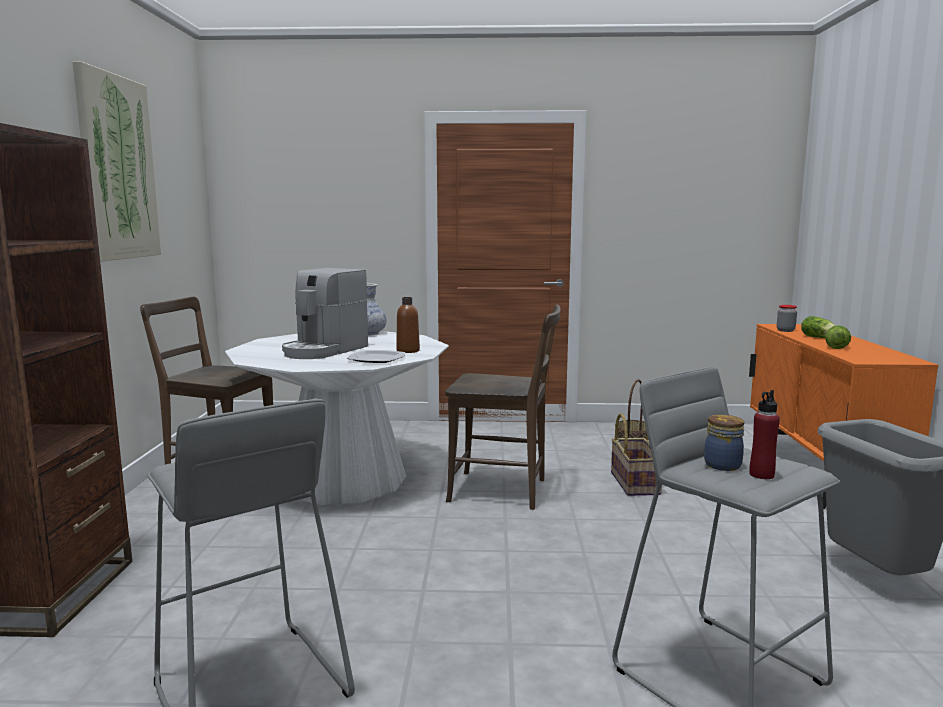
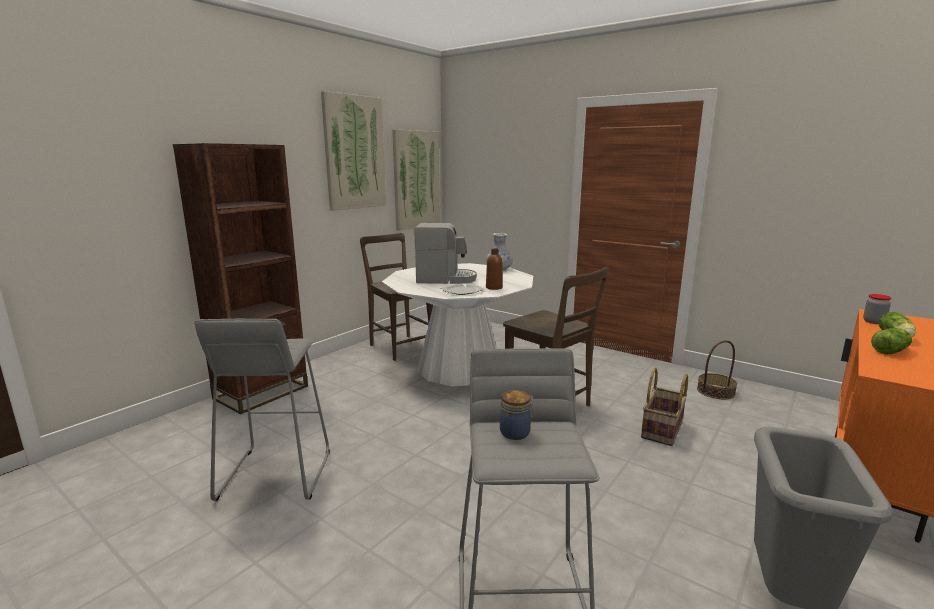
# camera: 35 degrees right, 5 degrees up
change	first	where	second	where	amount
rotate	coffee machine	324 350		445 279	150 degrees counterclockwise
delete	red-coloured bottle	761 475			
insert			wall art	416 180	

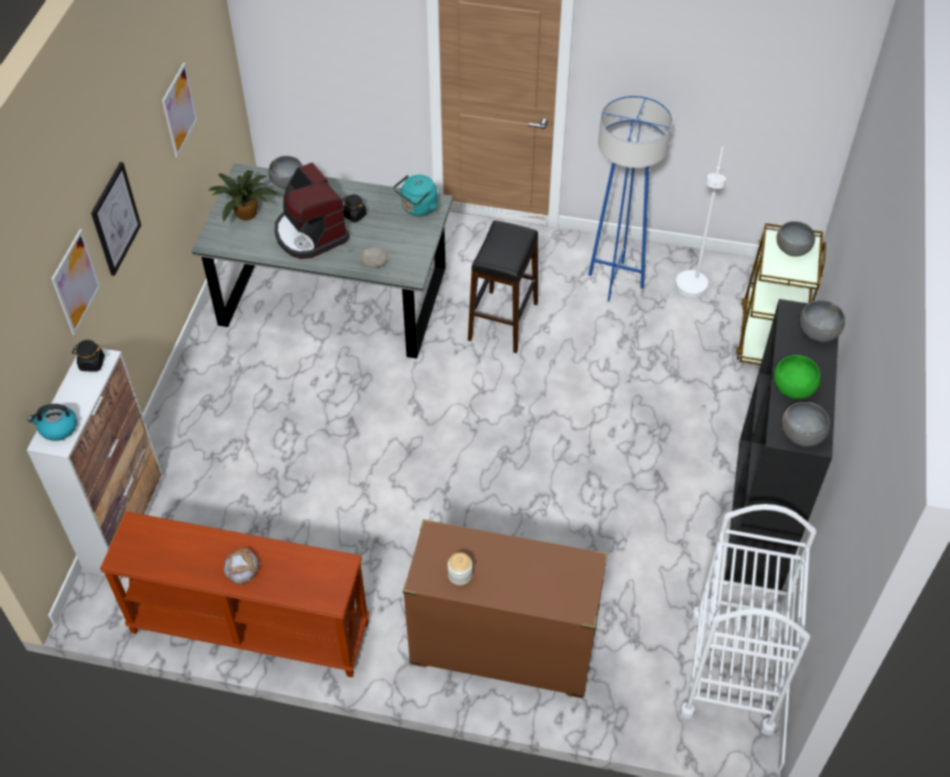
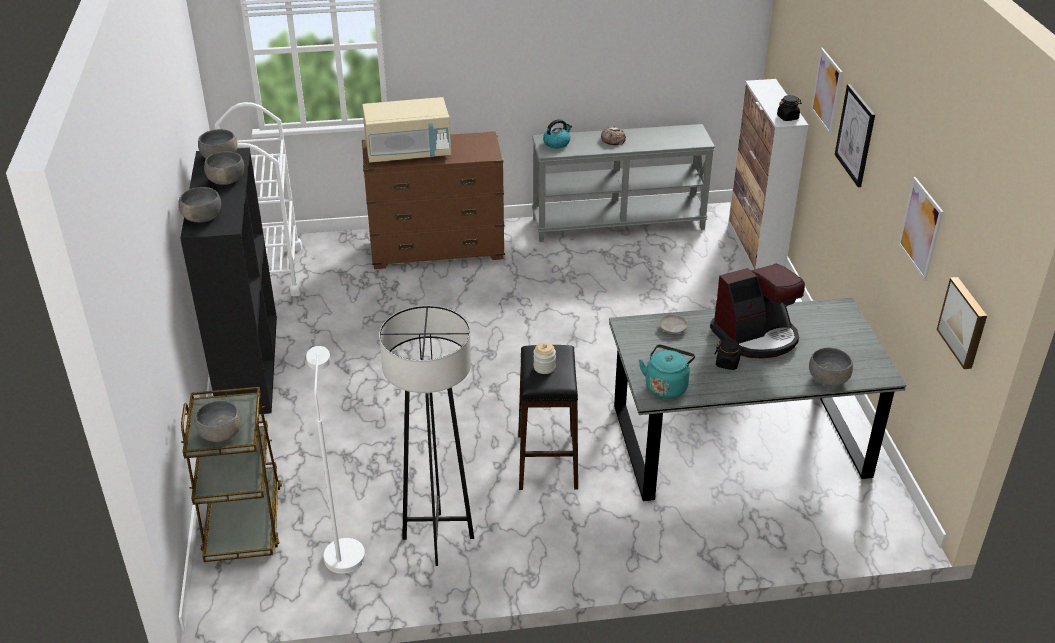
# camera: 160 degrees right, 15 degrees down
change	first	where	second	where	amount
recolor	bluish standard lamp	615 281	gray standard lamp	438 538	
rotate	coffee machine	310 234		756 336	120 degrees clockwise
delete	houseplant	246 212			
recolor	greenish deep dish	793 387	gray deep dish	226 180	
move	tea kettle	58 428		557 143	
recolor	brown-coloured narrow table	249 629	gray narrow table	618 223	
move	jar	460 575		544 367	
insert			beige microwave oven	408 152	
insert			wall art	964 322	

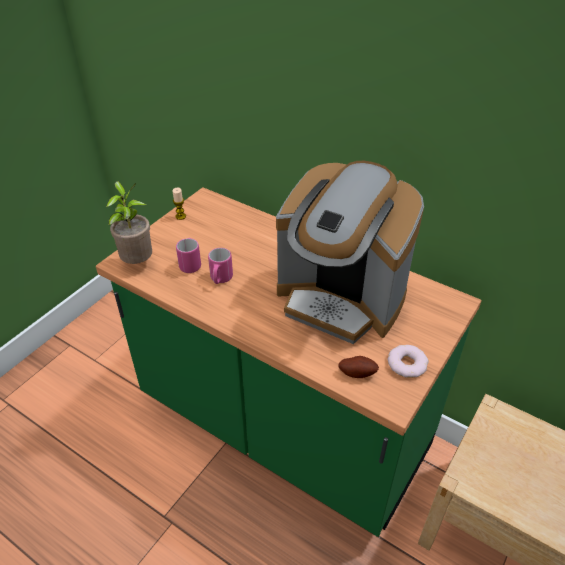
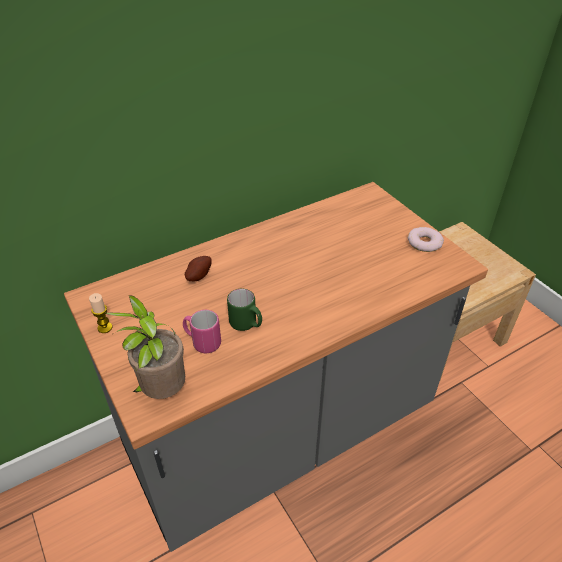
# camera: 65 degrees left, 0 degrees up
change	first	where	second	where	amount
delete	coffee machine	341 299			
recolor	greenish kitchen counter	282 426	gray kitchen counter	281 432	
recolor	pink-coloured coffee mug	220 279	greenish coffee mug	246 324	
move	potato	357 373		198 275	

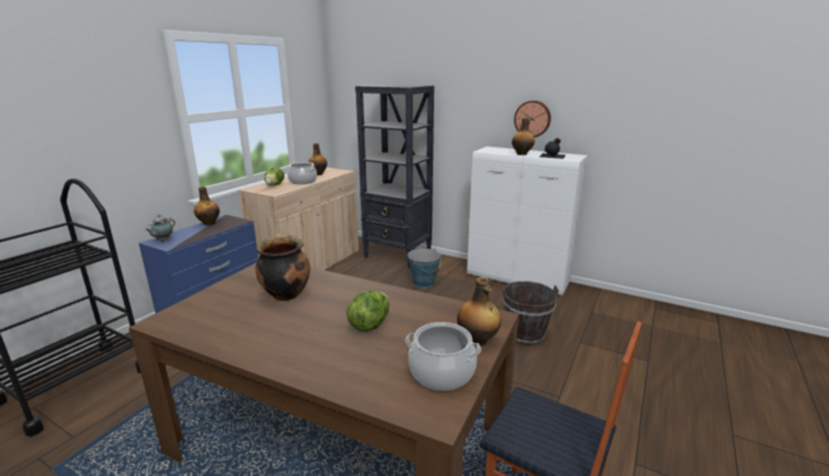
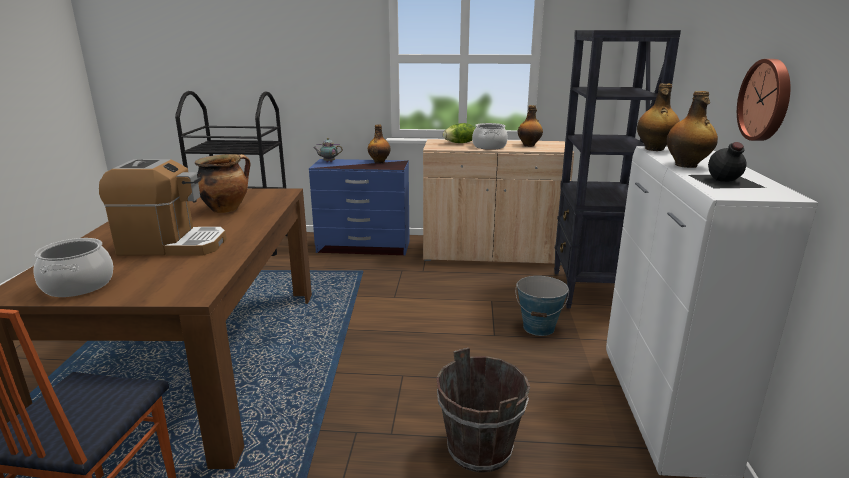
# camera: 65 degrees right, 0 degrees up
change	first	where	second	where	amount
move	bottle	477 341		654 149	
replace	head of lettuce	370 324	coffee machine	172 245	

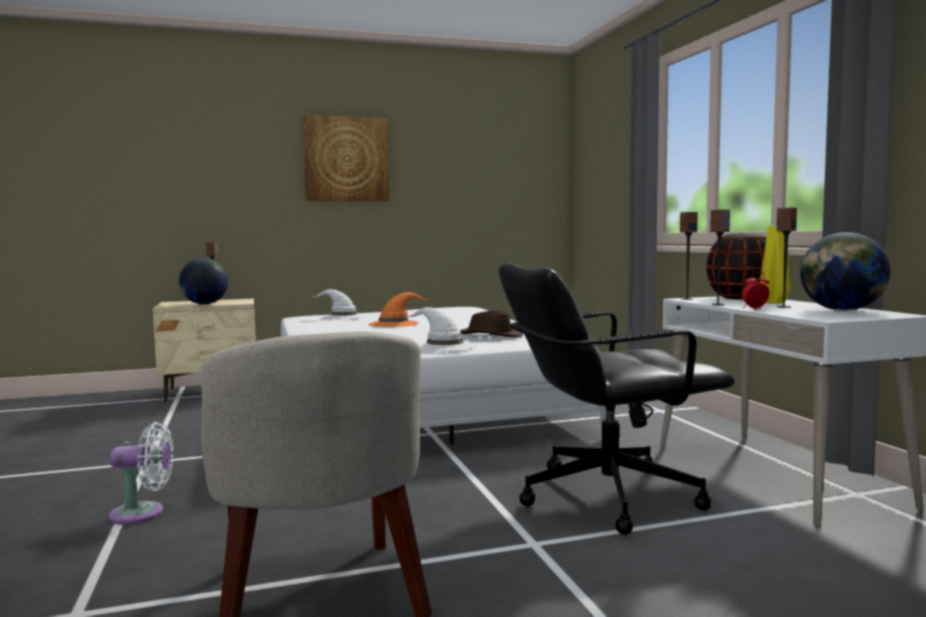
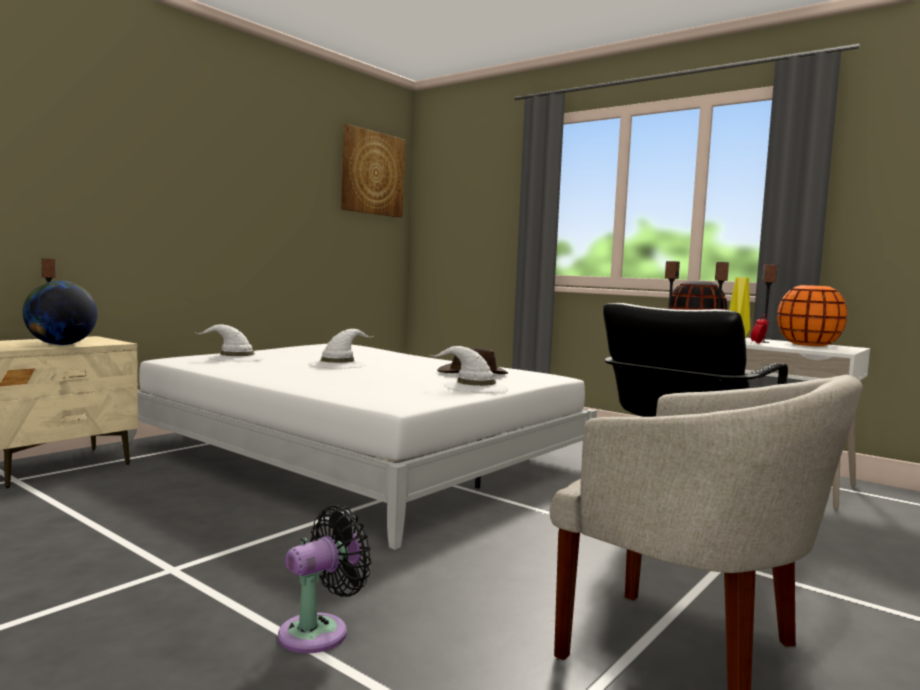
# camera: 35 degrees left, 0 degrees up
change	first	where	second	where	amount
move	wall art	346 159		372 173	
replace	world globe	842 310	orange-coloured vase	808 344	
recolor	orange-coloured clothing hat	394 323	white clothing hat	338 364	
recolor	white fan	143 514	black fan	320 631	

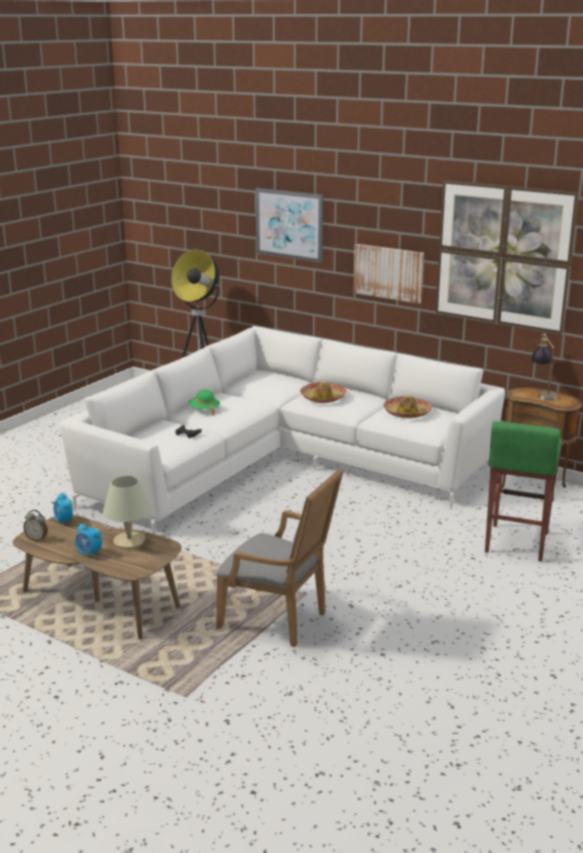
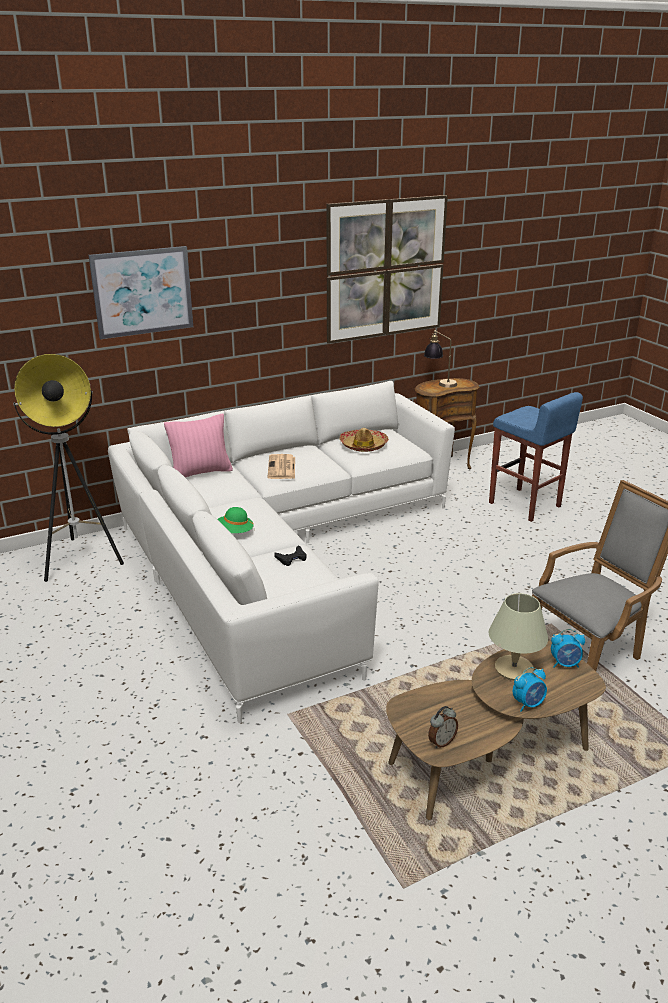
# camera: 60 degrees left, 5 degrees up
change	first	where	second	where	amount
delete	wall art	388 272			
replace	clothing hat	323 398	newspaper	282 468	
recolor	greenish stool	515 543	bluish stool	525 505	
move	alarm clock	64 521		565 664	
insert			pink-coloured throw pillow	201 472	

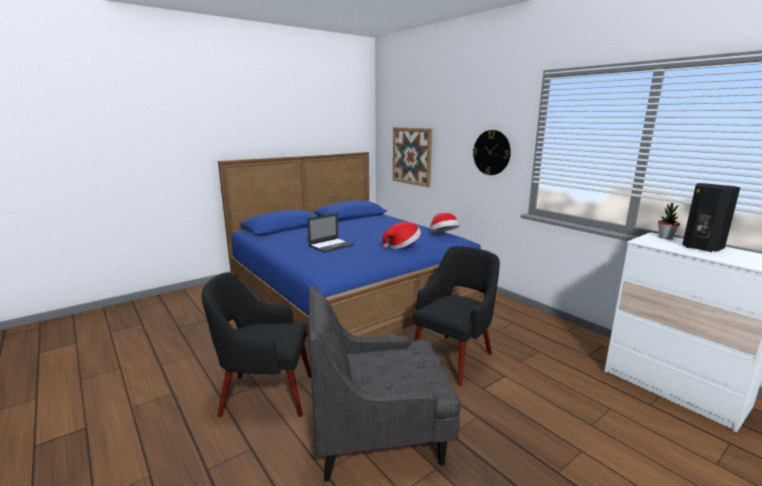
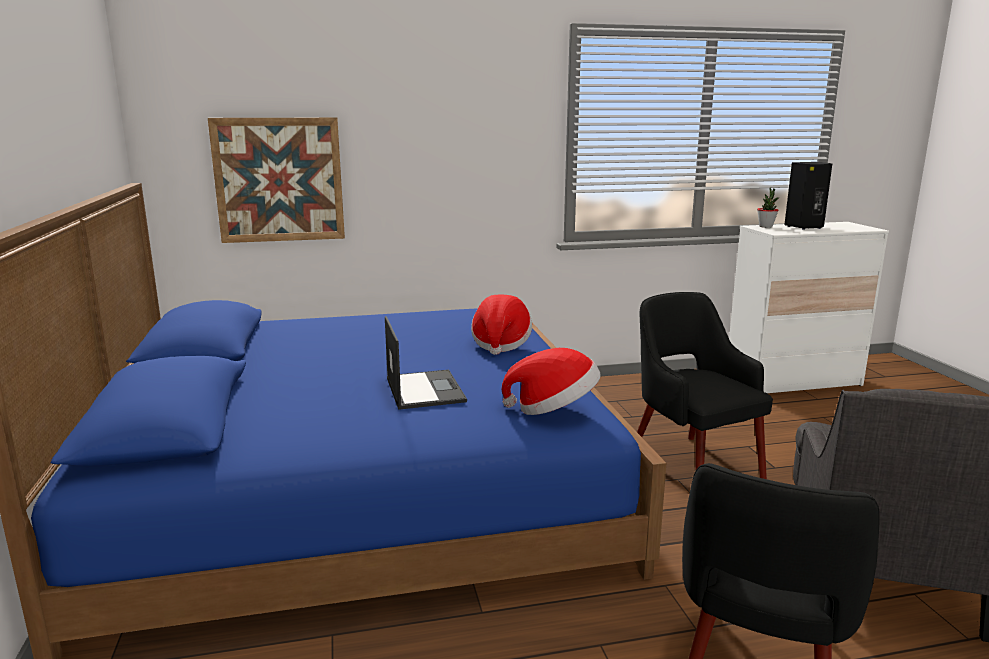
# camera: 65 degrees left, 0 degrees up
change	first	where	second	where	amount
delete	wall clock	491 152			
move	clothing hat	443 235		554 409	

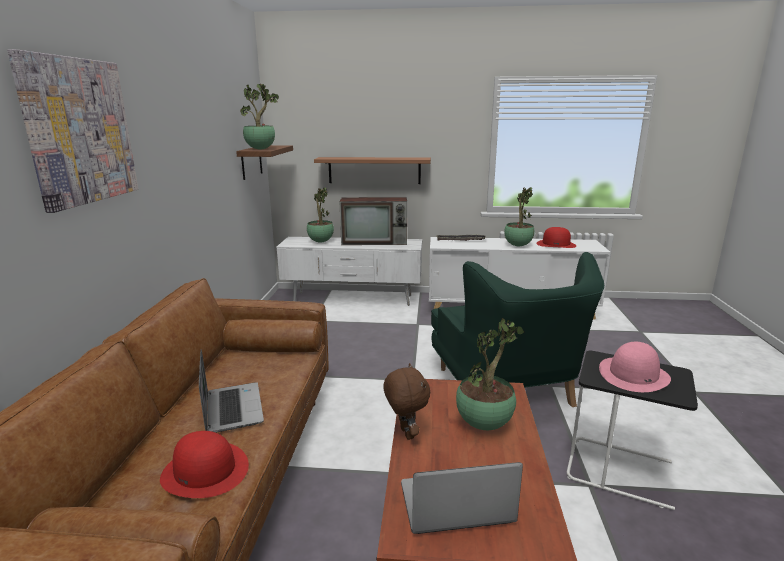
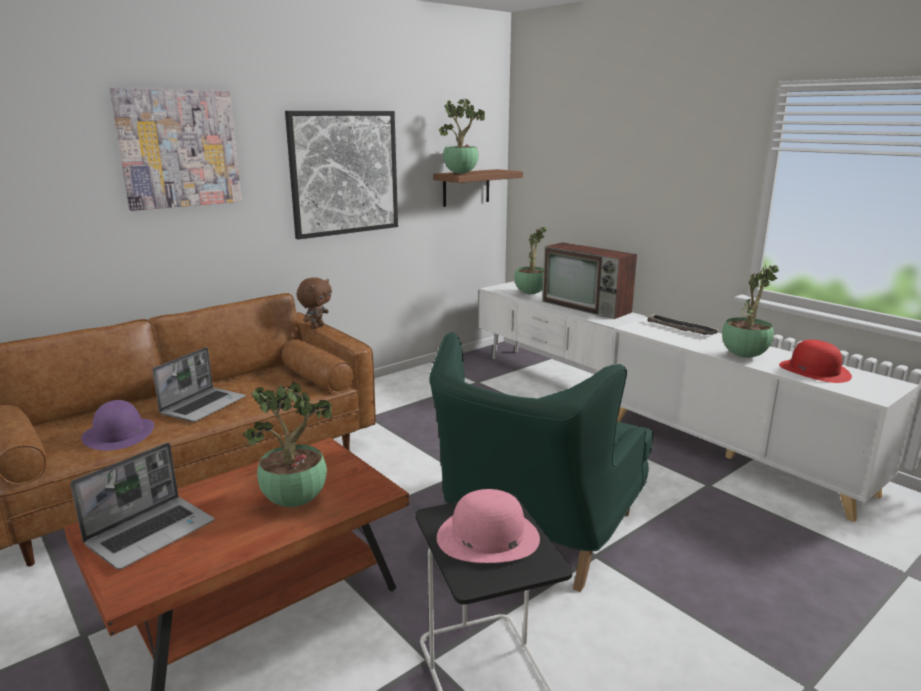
# camera: 45 degrees right, 0 degrees up
change	first	where	second	where	amount
delete	bracket shelf	374 170			
move	brown-coloured soft toy	405 433		316 327	
recolor	red-coloured clothing hat	205 471	purple-coloured clothing hat	119 434	
rotate	notebook computer	454 505		152 532	90 degrees clockwise
insert			wall art	344 173	

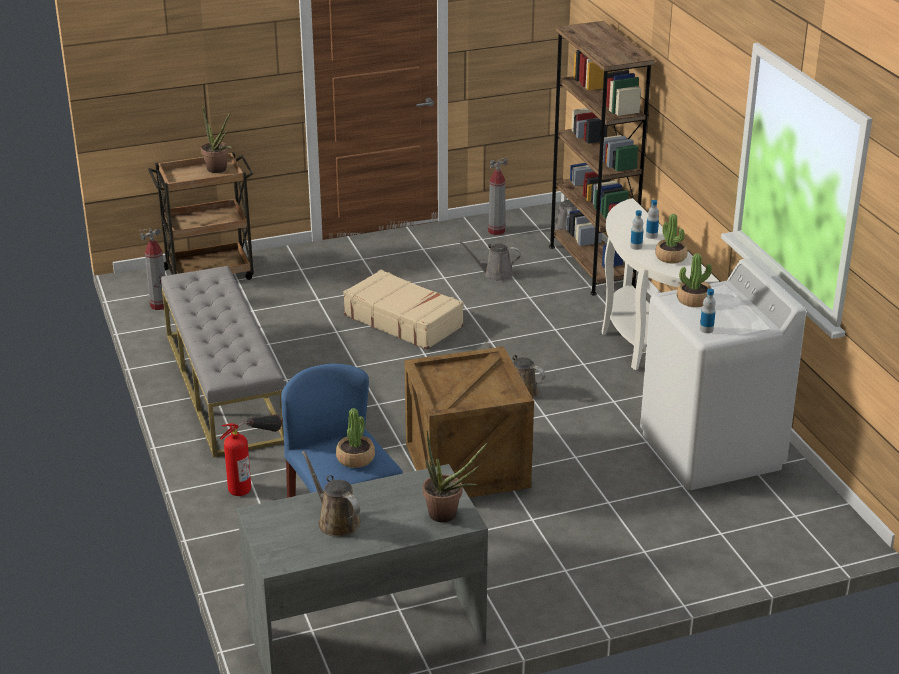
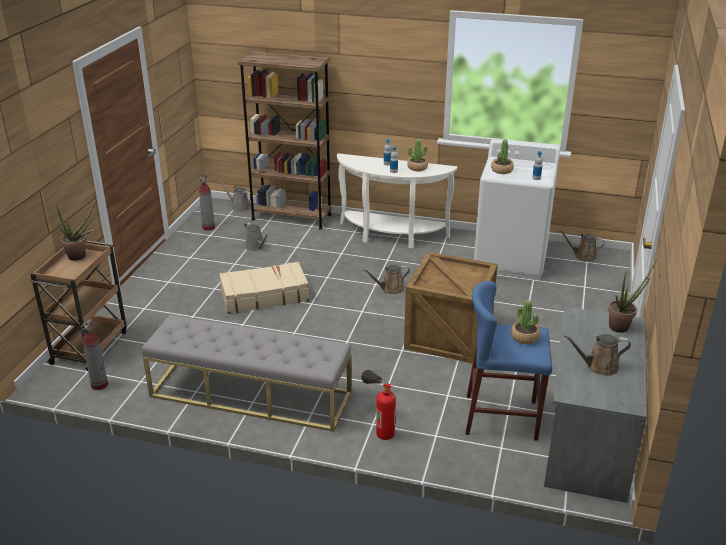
# camera: 55 degrees left, 0 degrees up
change	first	where	second	where	amount
rotate	gray sprinkling can	495 274		256 247	75 degrees counterclockwise
insert			brown-coloured sprinkling can	583 256	

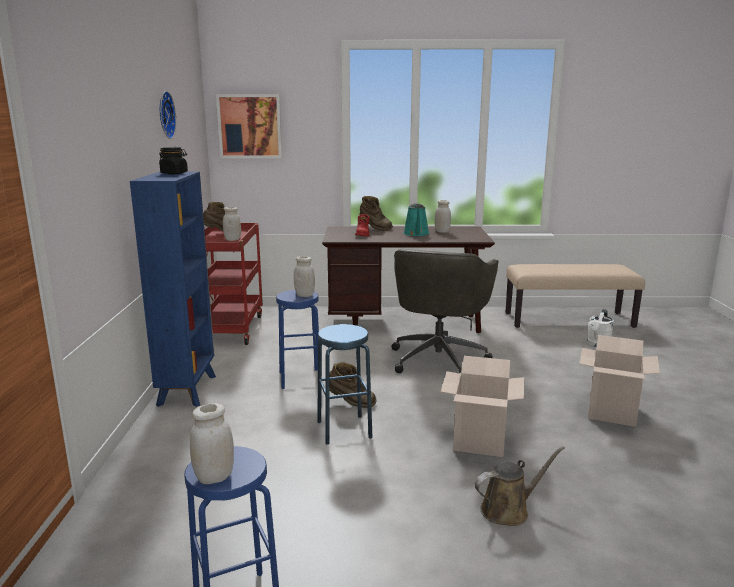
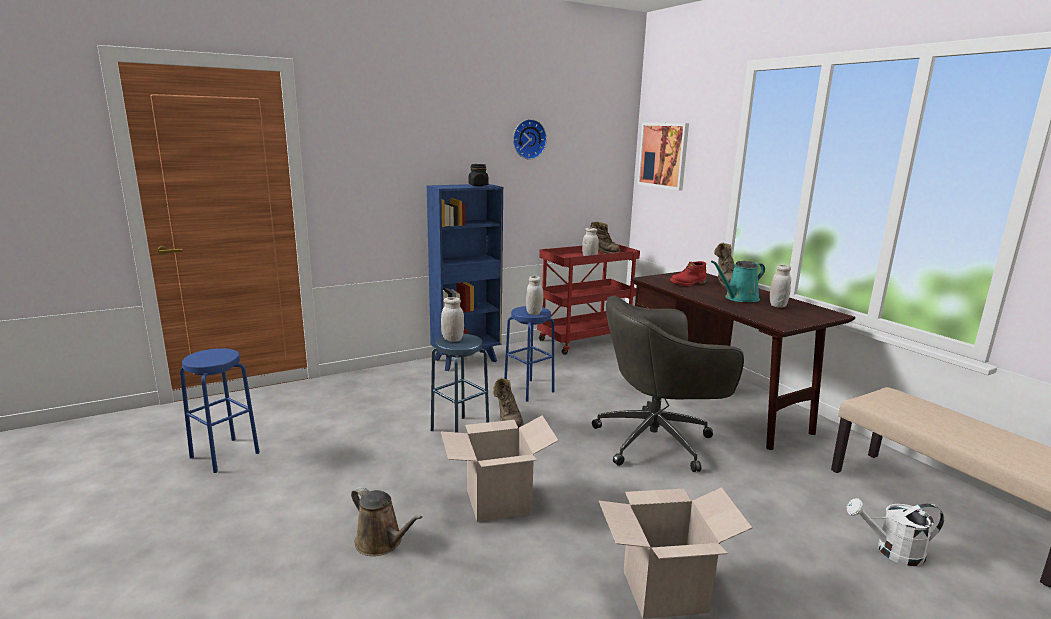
# camera: 60 degrees right, 0 degrees up
change	first	where	second	where	amount
move	white jar	214 477		452 339	

